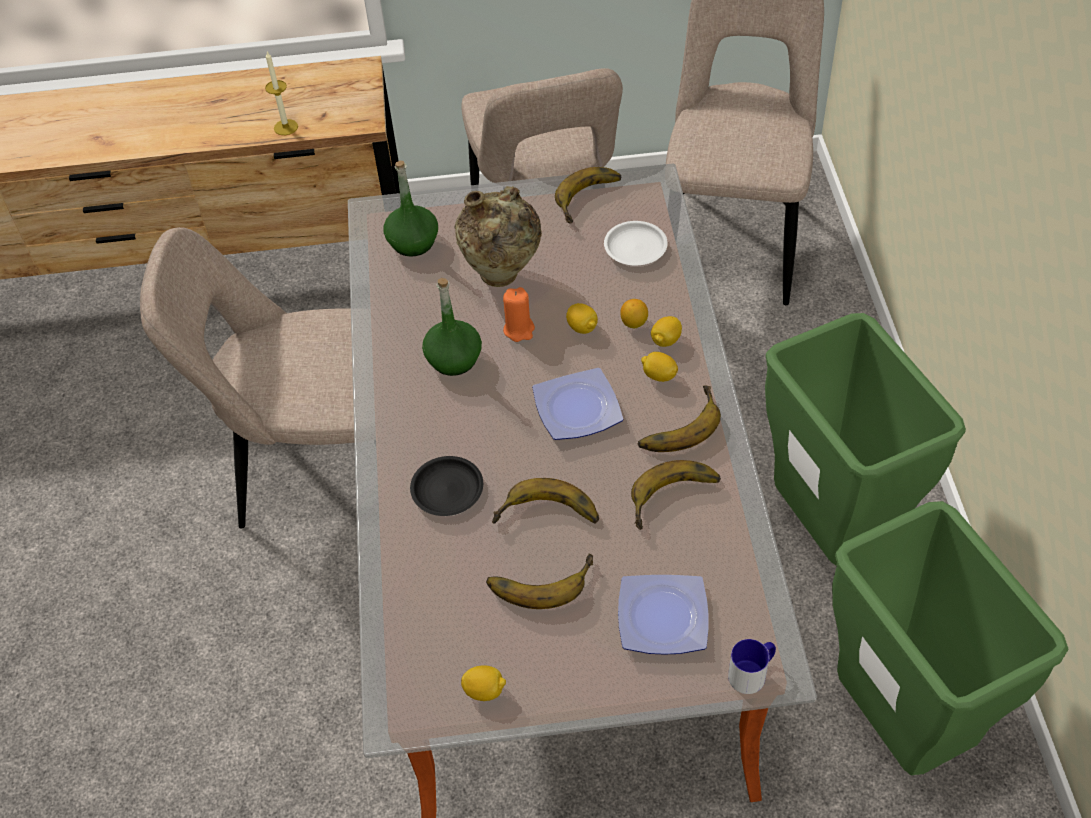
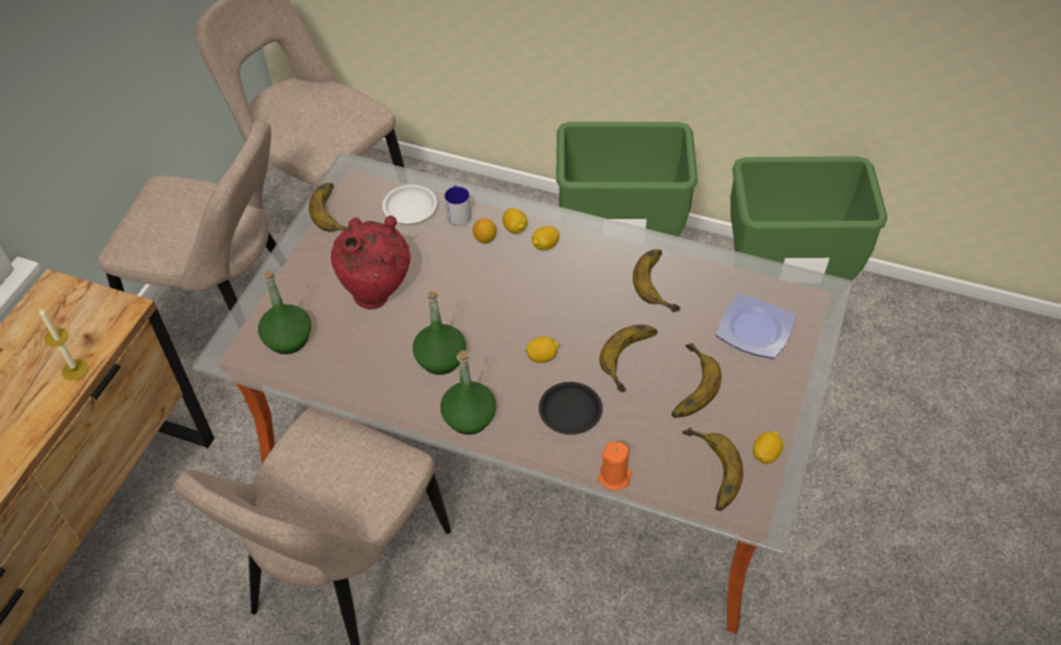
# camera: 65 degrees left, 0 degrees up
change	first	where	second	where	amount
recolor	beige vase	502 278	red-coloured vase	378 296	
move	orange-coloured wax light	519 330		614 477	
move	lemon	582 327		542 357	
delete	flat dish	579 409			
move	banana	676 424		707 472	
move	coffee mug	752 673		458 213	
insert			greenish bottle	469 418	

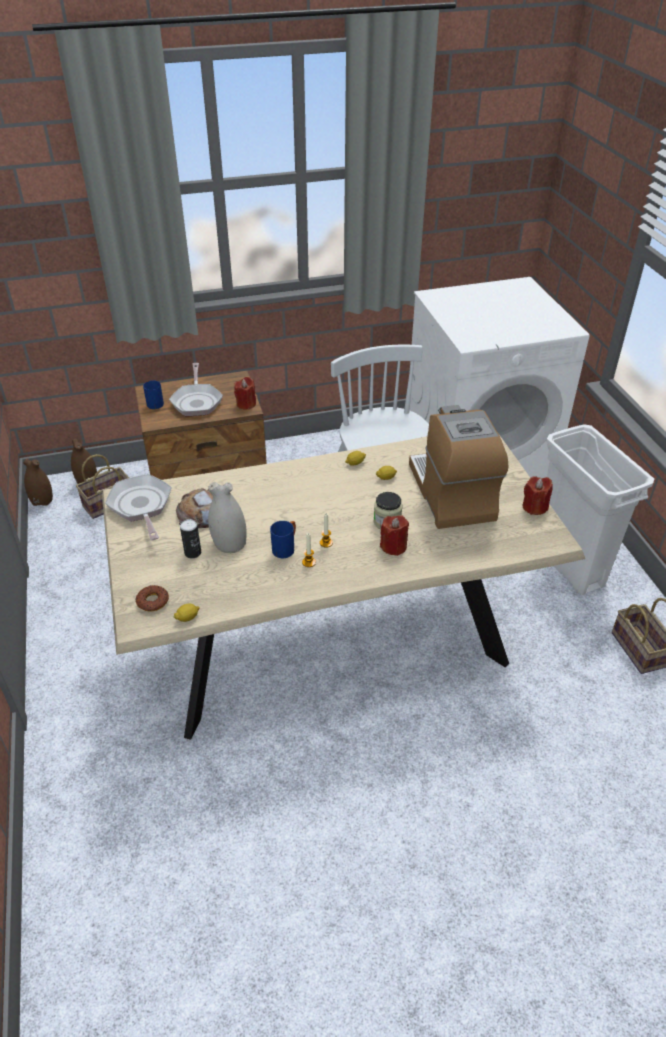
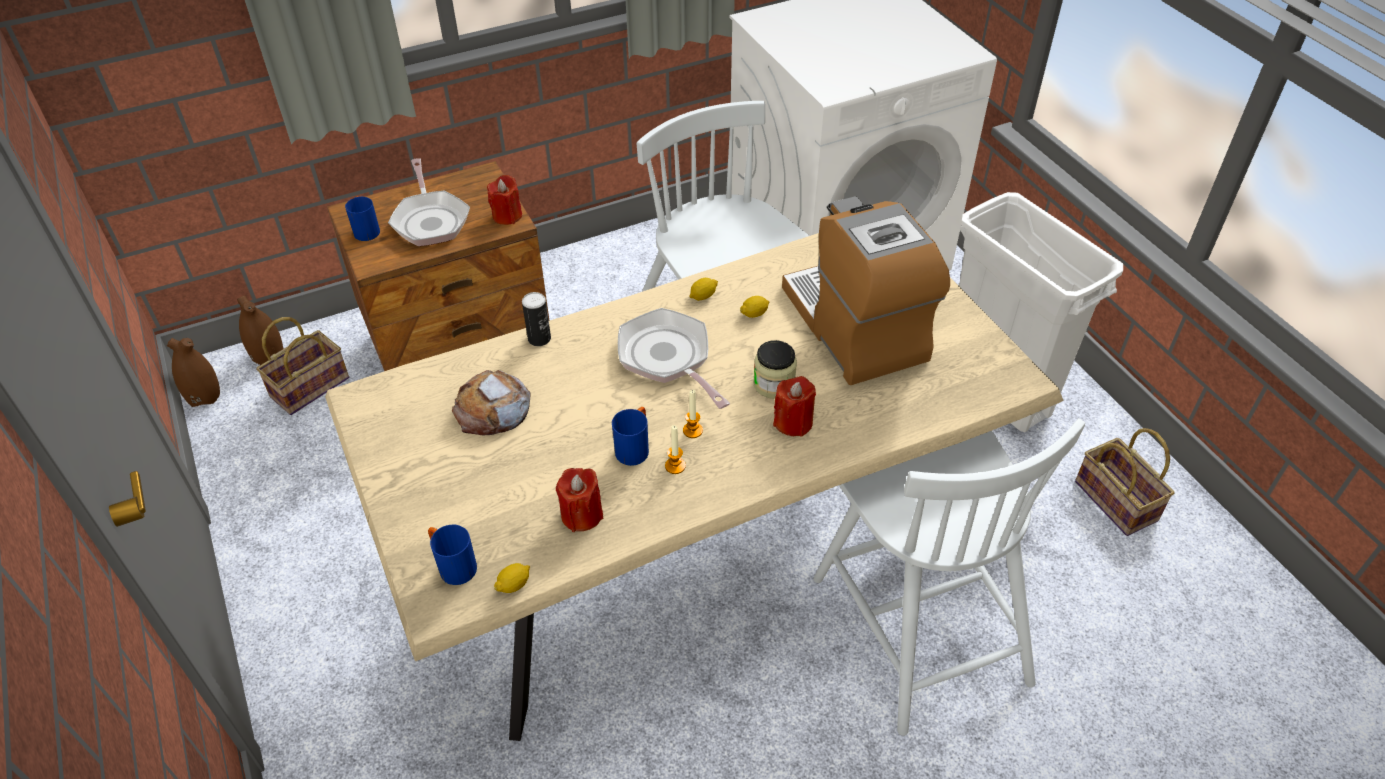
# camera: 10 degrees left, 5 degrees up
change	first	where	second	where	amount
move	frying pan	141 507		668 358	
move	red-coloured wax light	534 507		582 515	
delete	white vase	229 543			
move	can	193 553		539 338	
replace	donut	153 601	bluish coffee mug	453 566	
insert			white plain chair	918 625	

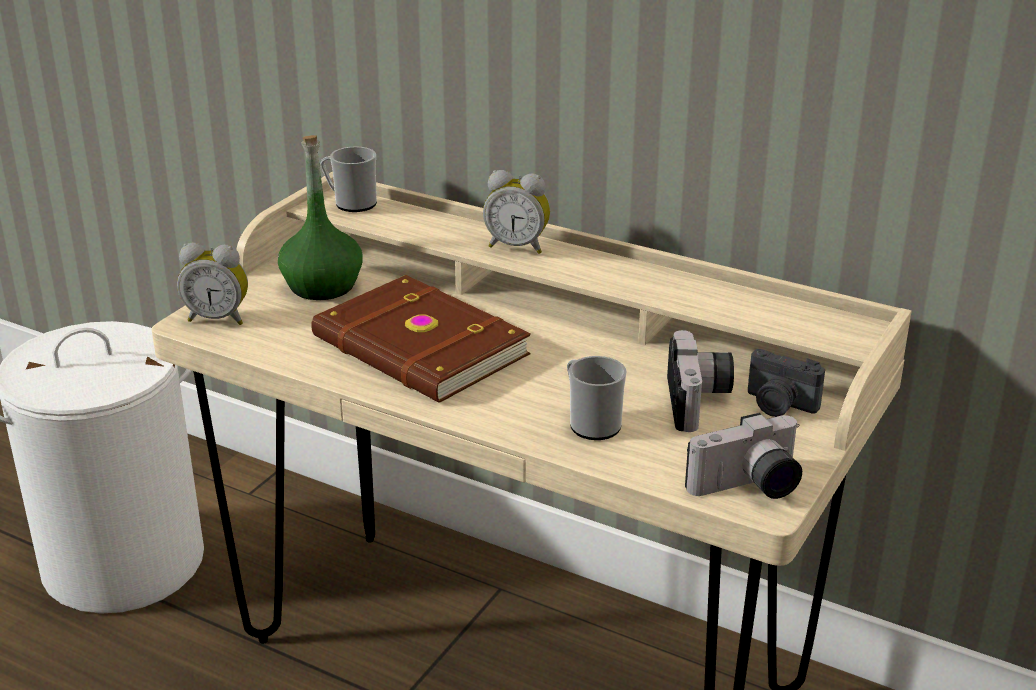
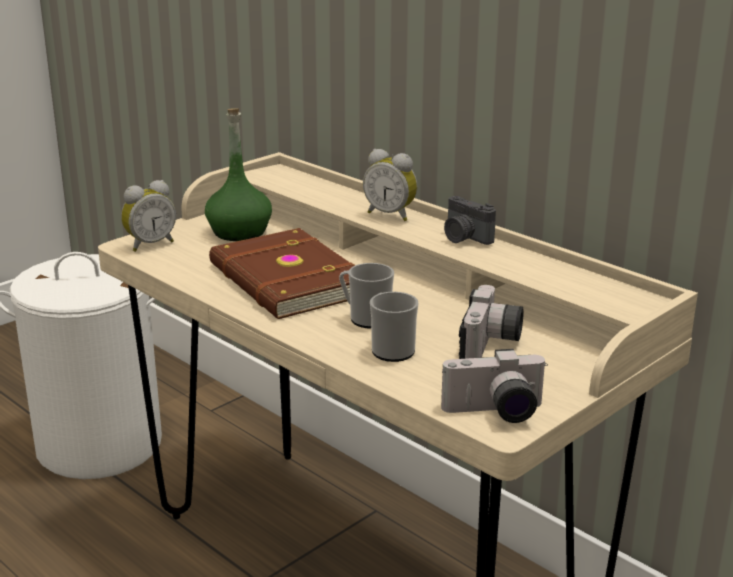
# camera: 15 degrees right, 5 degrees down
change	first	where	second	where	amount
move	coffee mug	351 203		366 318	
rotate	alarm clock	218 318		149 244	60 degrees counterclockwise
move	photo camera	779 405		464 238	

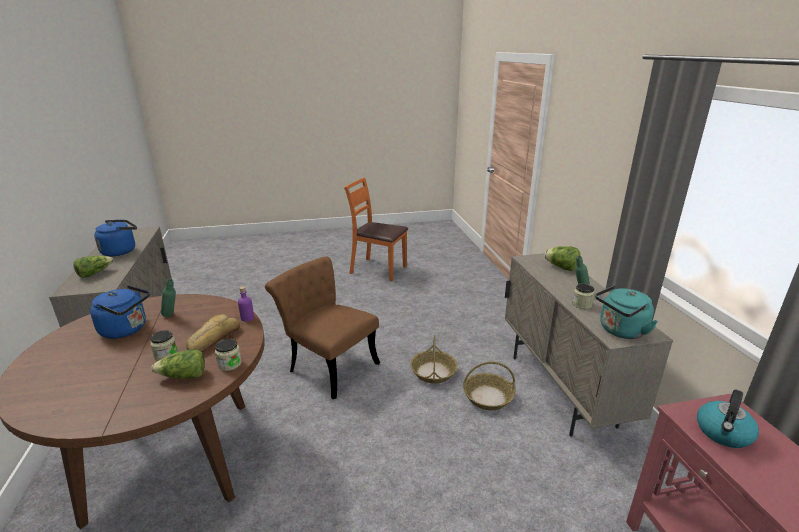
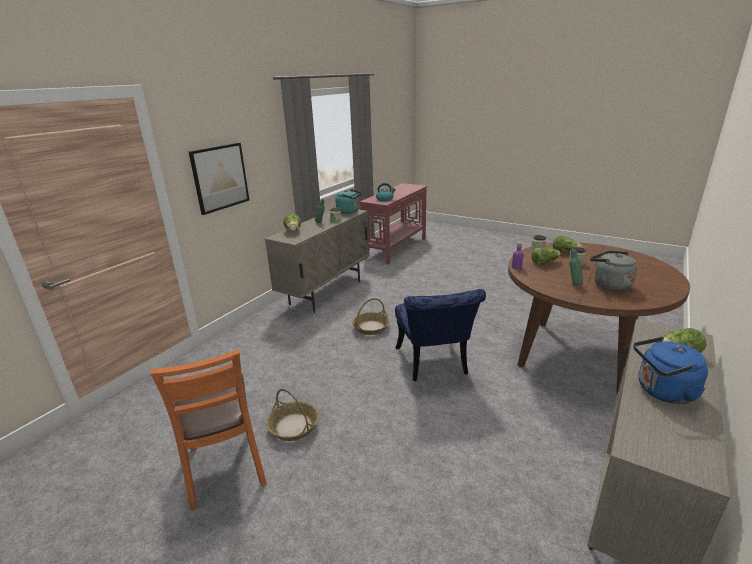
# camera: 135 degrees left, 0 degrees up
change	first	where	second	where	amount
recolor	brown-coloured plain chair	328 365	bluish plain chair	433 365	
recolor	bluish tea kettle	126 329	gray tea kettle	609 285	
replace	bread	213 339	head of lettuce	544 263	
move	basket	488 397		293 426	
insert			wall art	220 177	

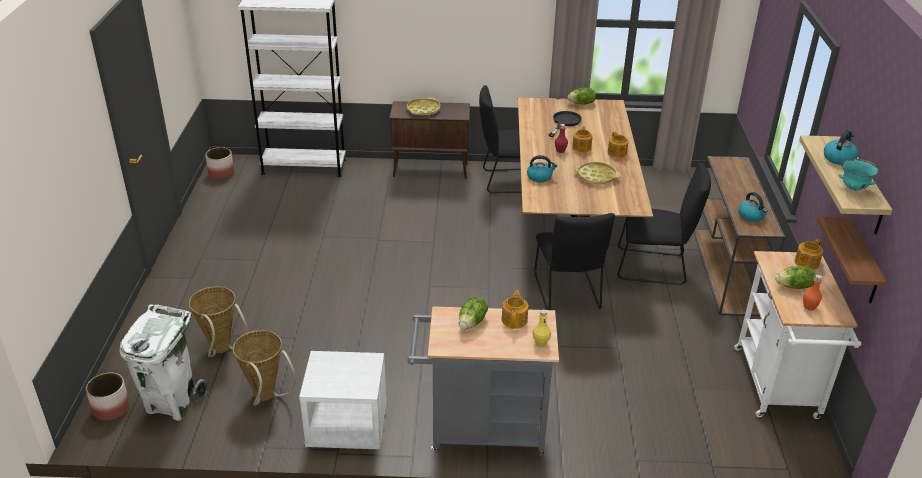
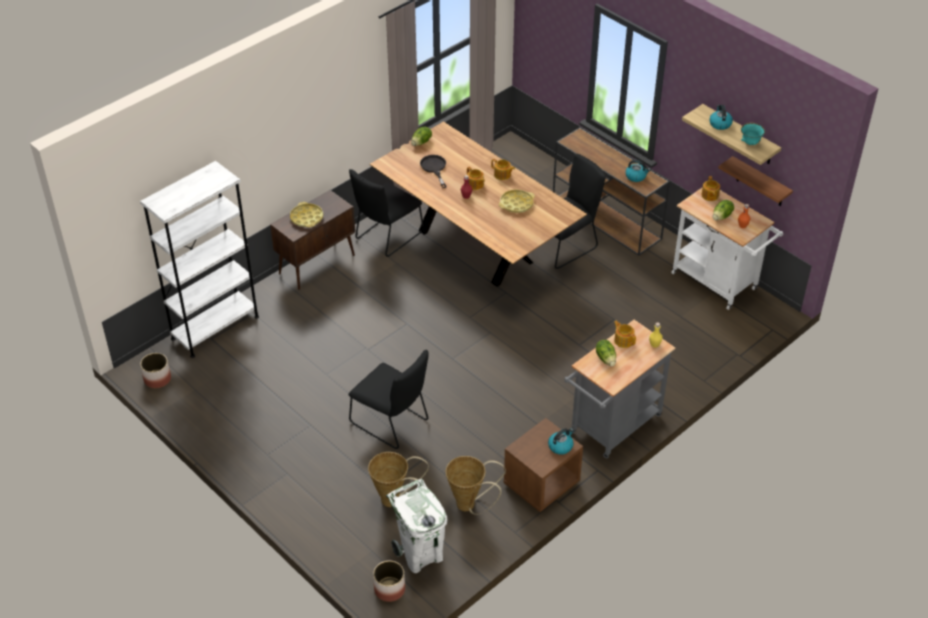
# camera: 45 degrees left, 10 degrees up
change	first	where	second	where	amount
move	tea kettle	540 177		560 446	
move	black plain chair	567 294		392 423	
recolor	white bedside table	346 427	brown-coloured bedside table	541 484	

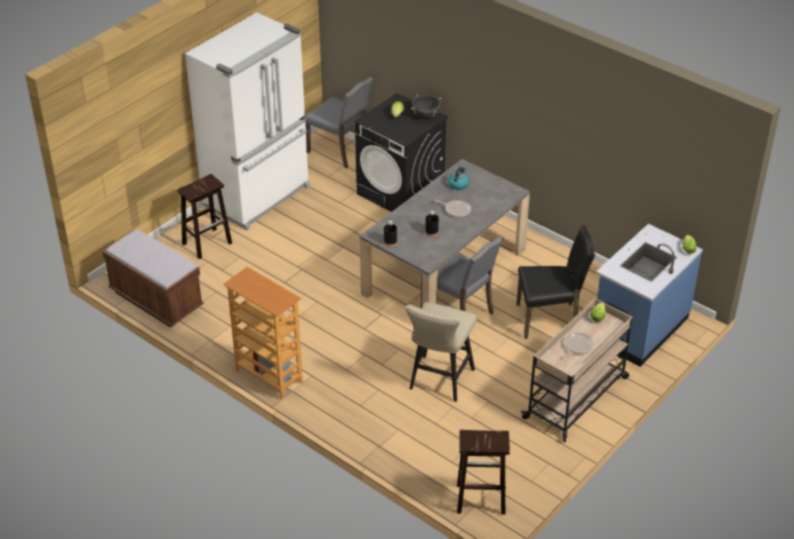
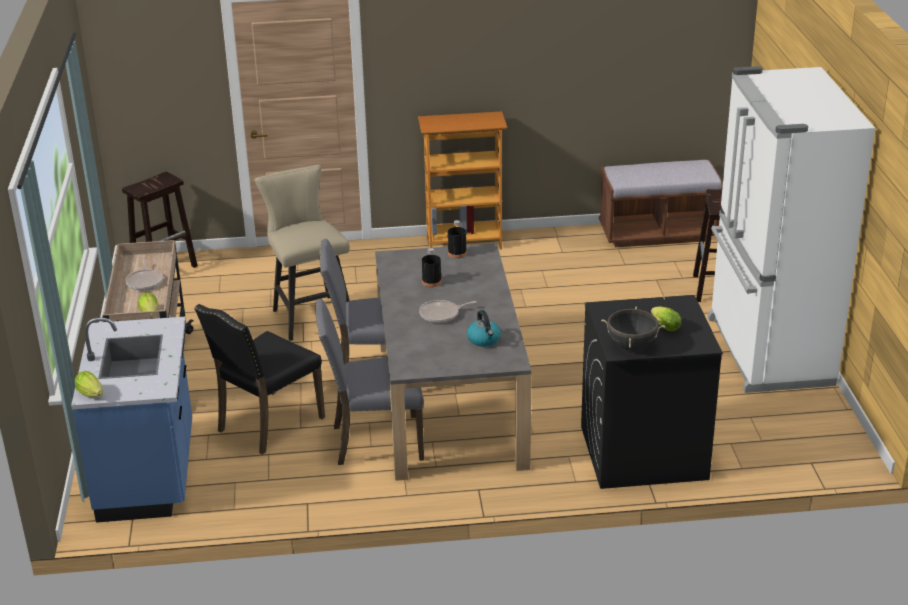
# camera: 135 degrees right, 10 degrees down
change	first	where	second	where	amount
move	gray plain chair	340 151		375 441	

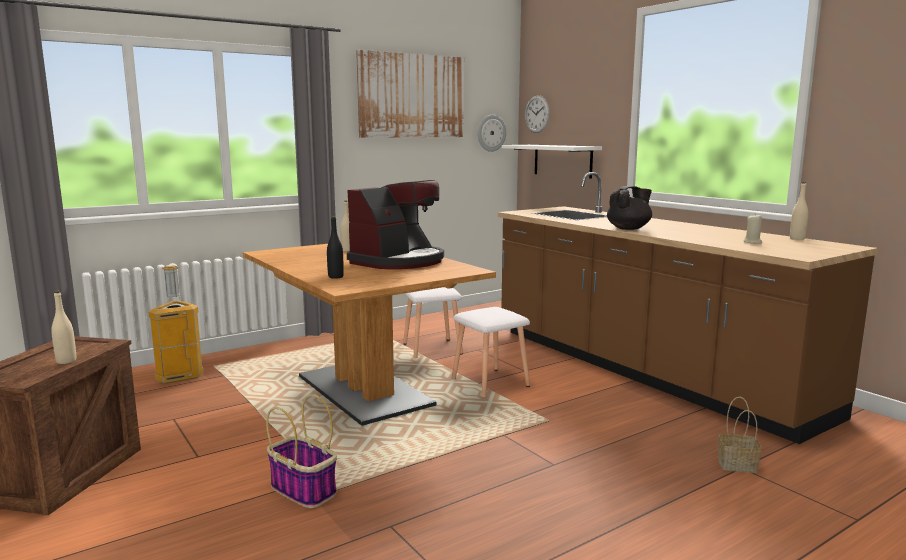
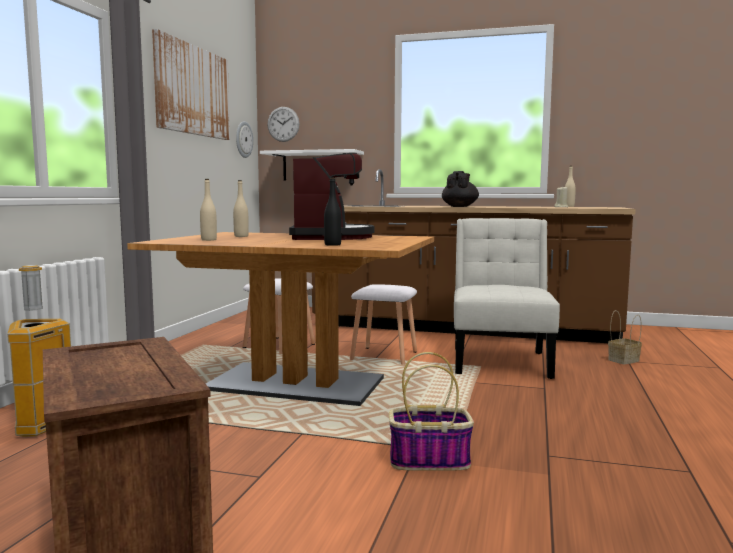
# camera: 40 degrees left, 5 degrees down
change	first	where	second	where	amount
move	beige bottle	66 361		209 240	
insert			white plain chair	500 361	

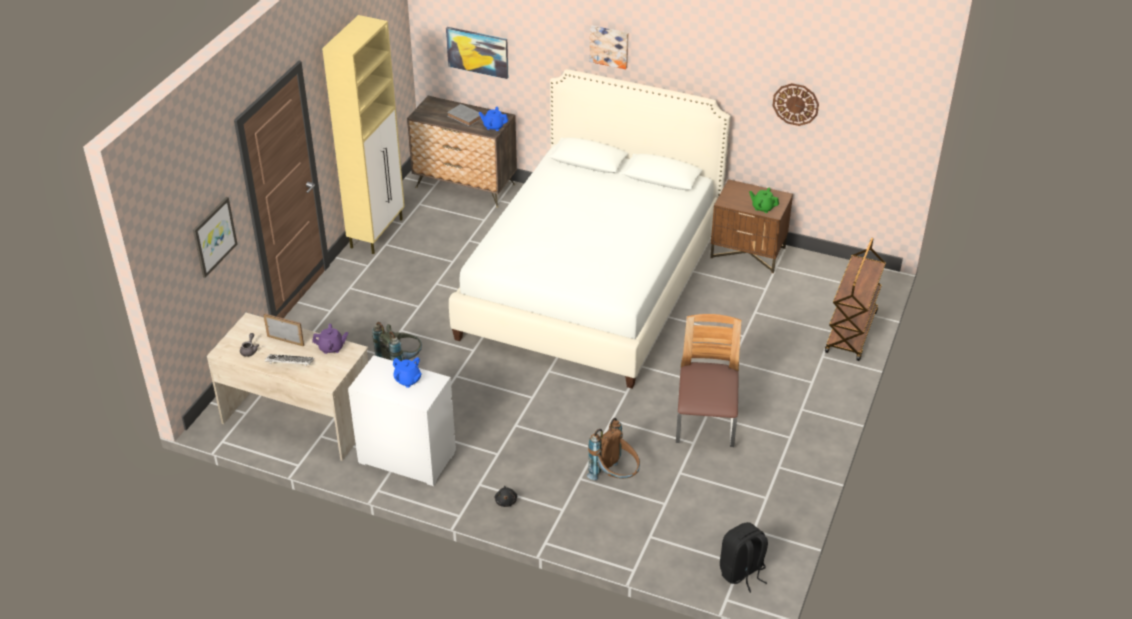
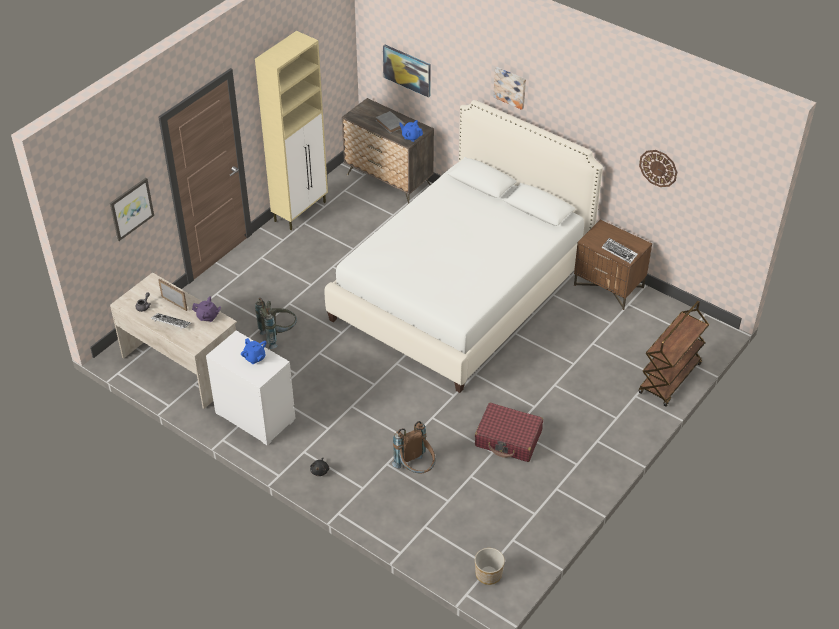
# camera: 15 degrees right, 5 degrees up
change	first	where	second	where	amount
replace	greenish teapot	763 208	keyboard	619 252	
replace	plain chair	705 426	red-coloured piece of luggage	508 439	
replace	black backpack	742 573	flower pot	488 574	

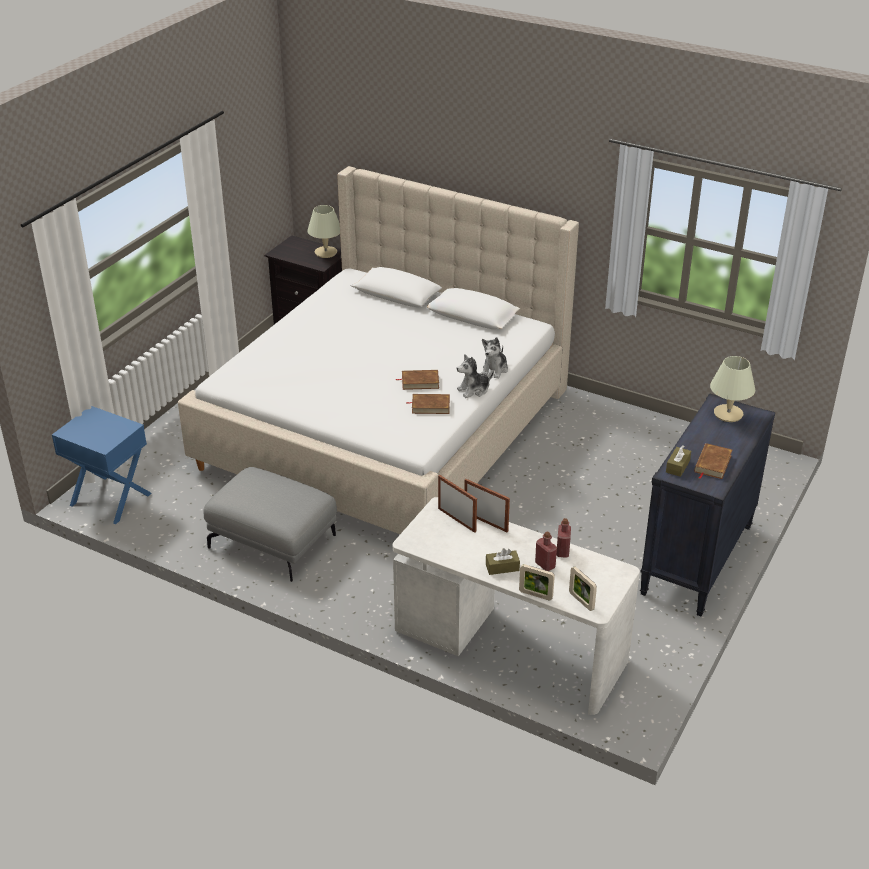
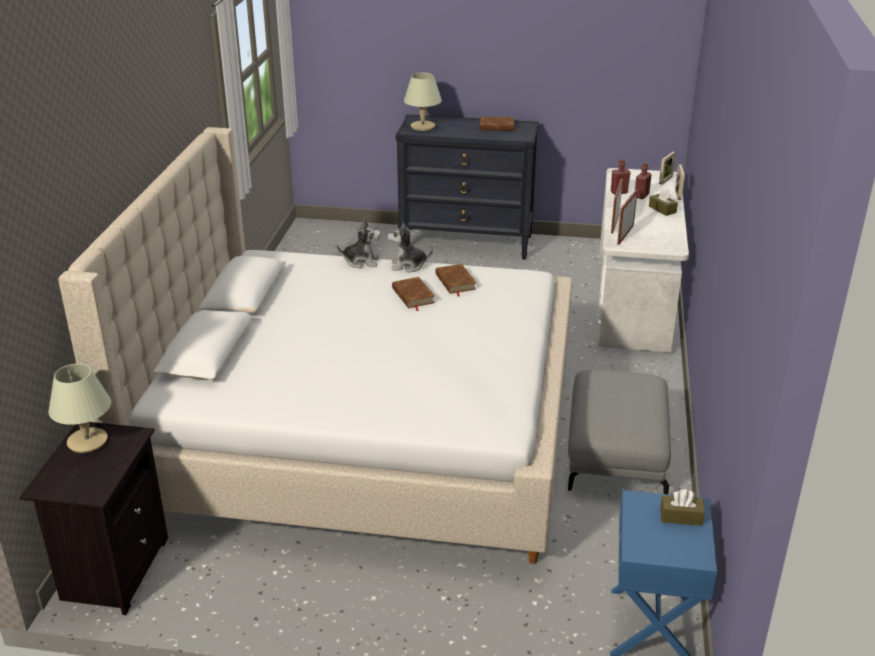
# camera: 110 degrees left, 5 degrees down
change	first	where	second	where	amount
rotate	soft toy	474 390		408 266	135 degrees clockwise
move	brown-coloured box of tissues	677 466		681 517	

